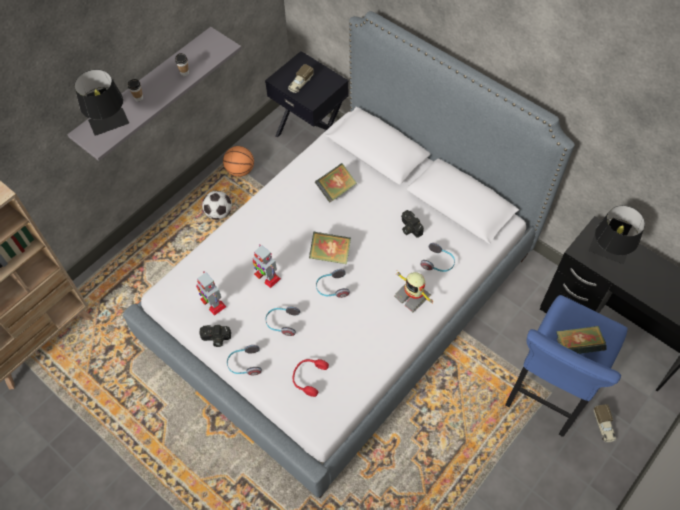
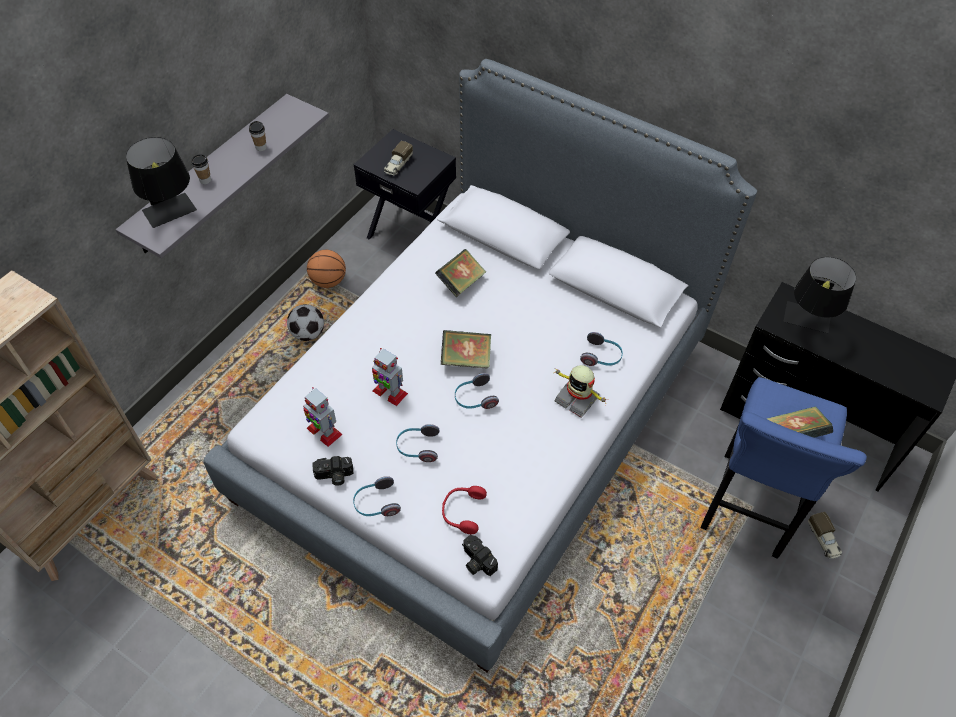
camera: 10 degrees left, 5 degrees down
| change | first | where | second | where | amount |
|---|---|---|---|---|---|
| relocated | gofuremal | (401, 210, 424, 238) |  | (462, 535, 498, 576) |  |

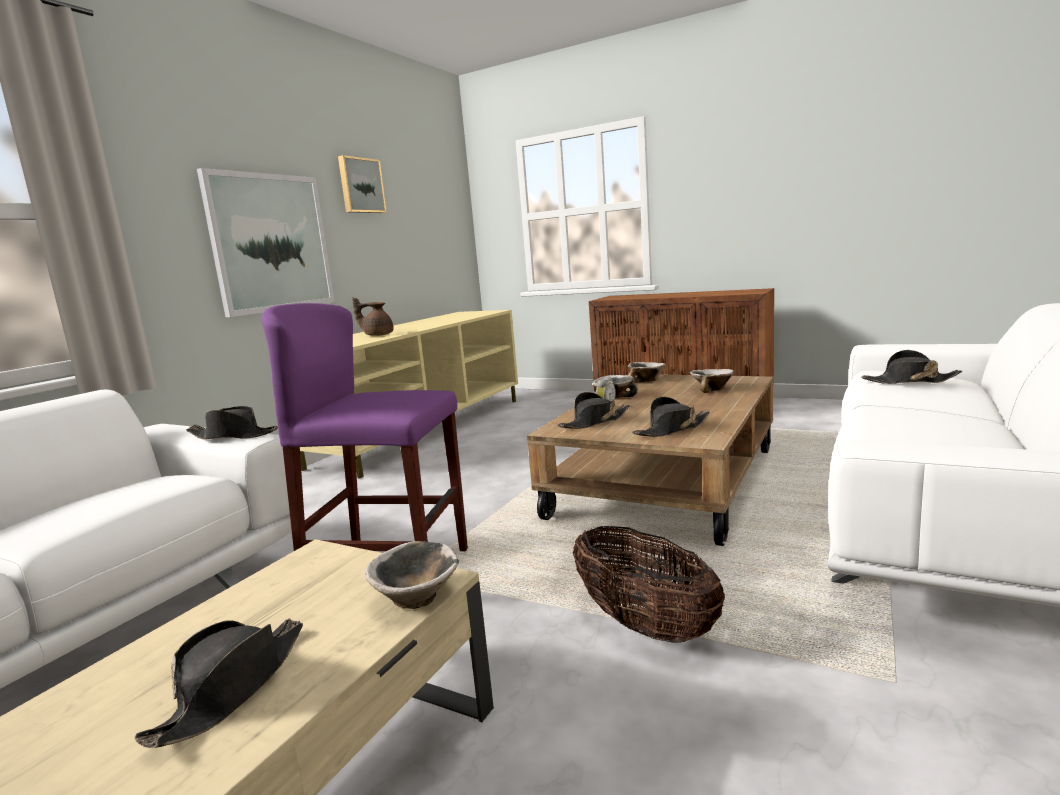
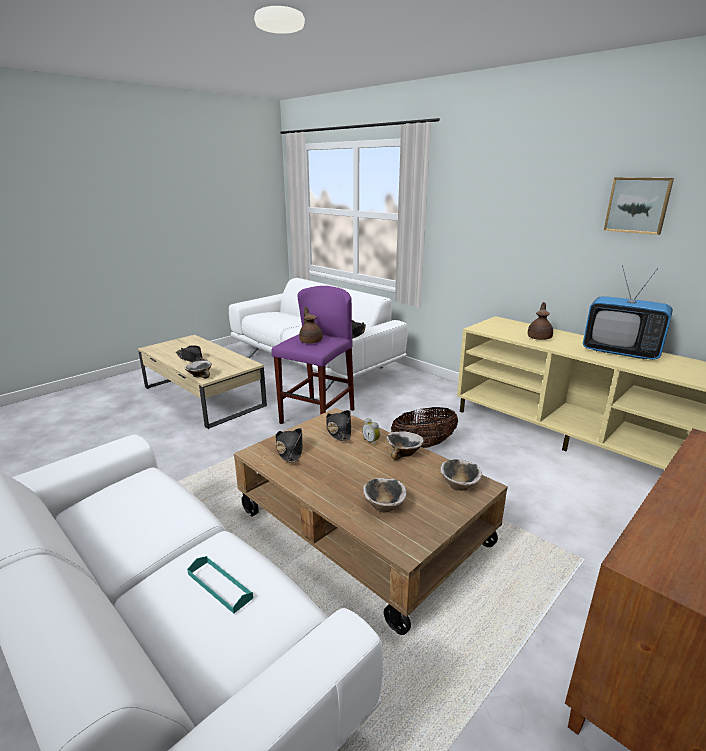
camera: 105 degrees right, 10 degrees up
| change | first | where | second | where | amount |
|---|---|---|---|---|---|
| missing | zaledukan | (197, 168, 335, 317) |  |  |  |
| relocated | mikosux | (573, 526, 725, 643) |  | (391, 407, 458, 448) |  |
| exchanged | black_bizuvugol | (861, 350, 962, 384) | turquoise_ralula | (187, 556, 253, 614) |  |
| appeared |  |  | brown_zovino | (299, 306, 323, 344) |  |
| appeared |  |  | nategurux | (583, 265, 673, 360) |  |

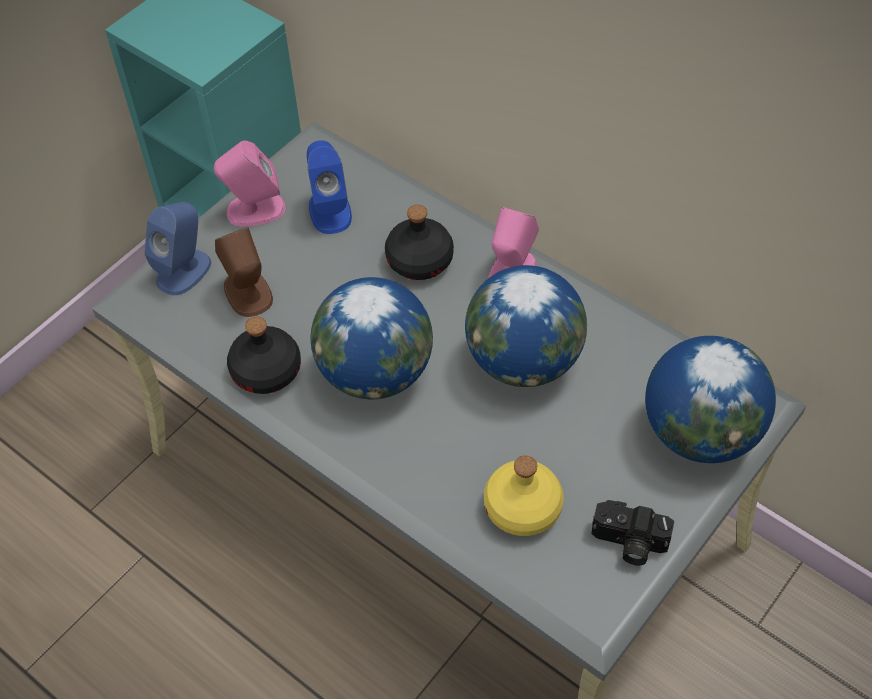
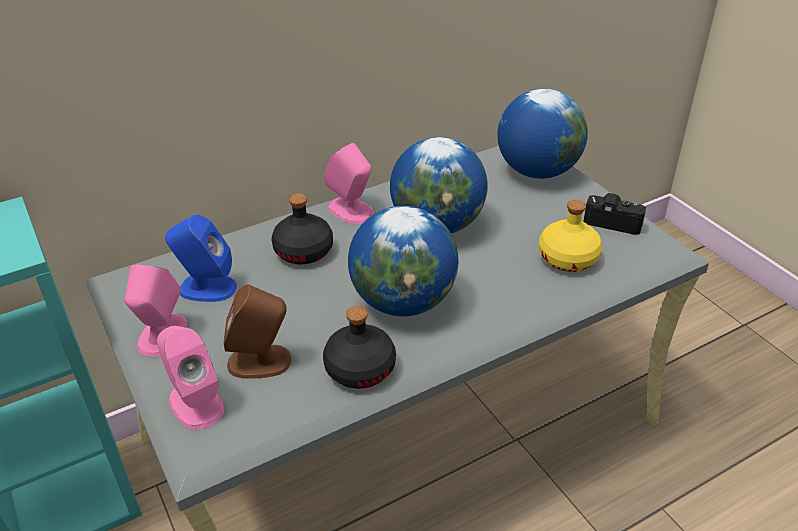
camera: 70 degrees left, 15 degrees down
| change | first | where | second | where | amount |
|---|---|---|---|---|---|
| colour | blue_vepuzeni | (145, 202, 211, 295) | pink_vepuzeni | (157, 326, 224, 430) |  |
| spun | gofuremal | (591, 500, 674, 565) |  | (583, 193, 646, 235) | 105 degrees counterclockwise |

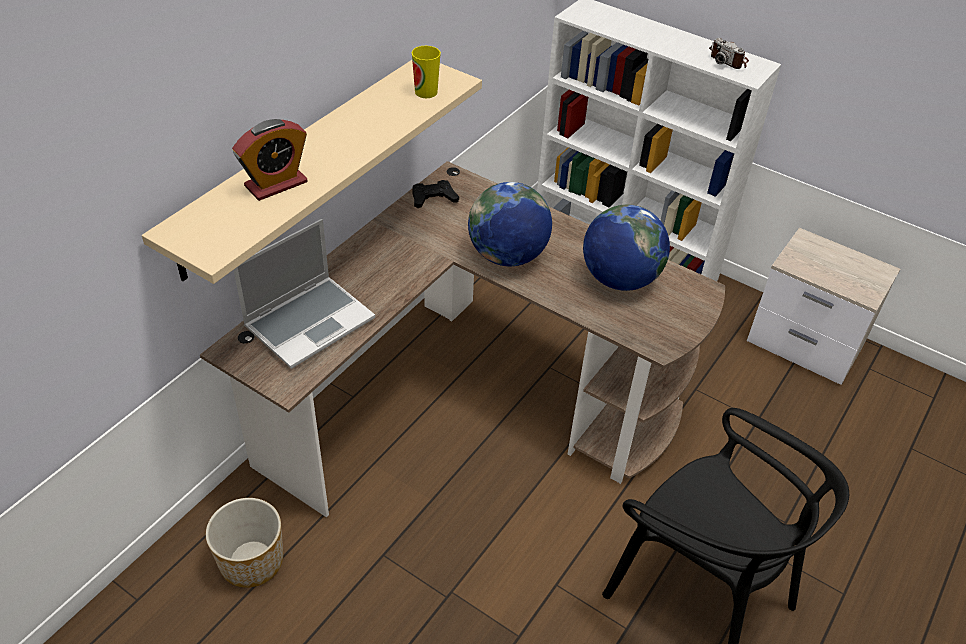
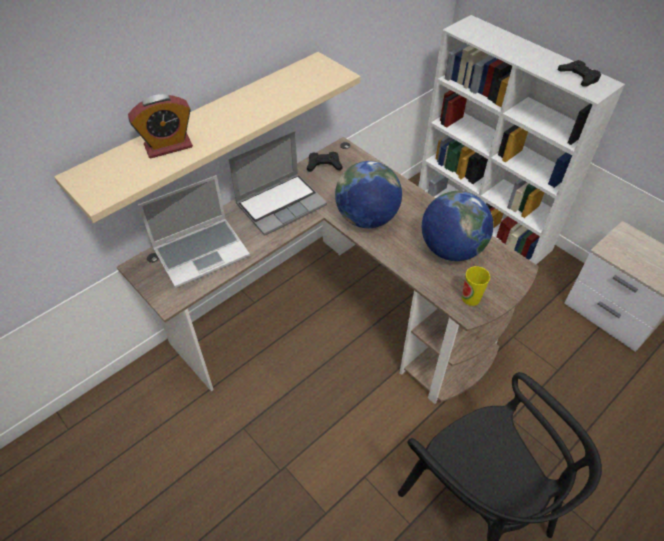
camera: 15 degrees right, 5 degrees up
| change | first | where | second | where | amount |
|---|---|---|---|---|---|
| missing | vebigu | (206, 498, 283, 588) |  |  |  |
| relocated | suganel | (412, 46, 441, 98) |  | (462, 266, 490, 306) |  |
| exchanged | gofuremal | (709, 38, 749, 69) | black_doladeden | (558, 60, 601, 87) |  |
| appeared |  |  | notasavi | (229, 131, 327, 236) |  |

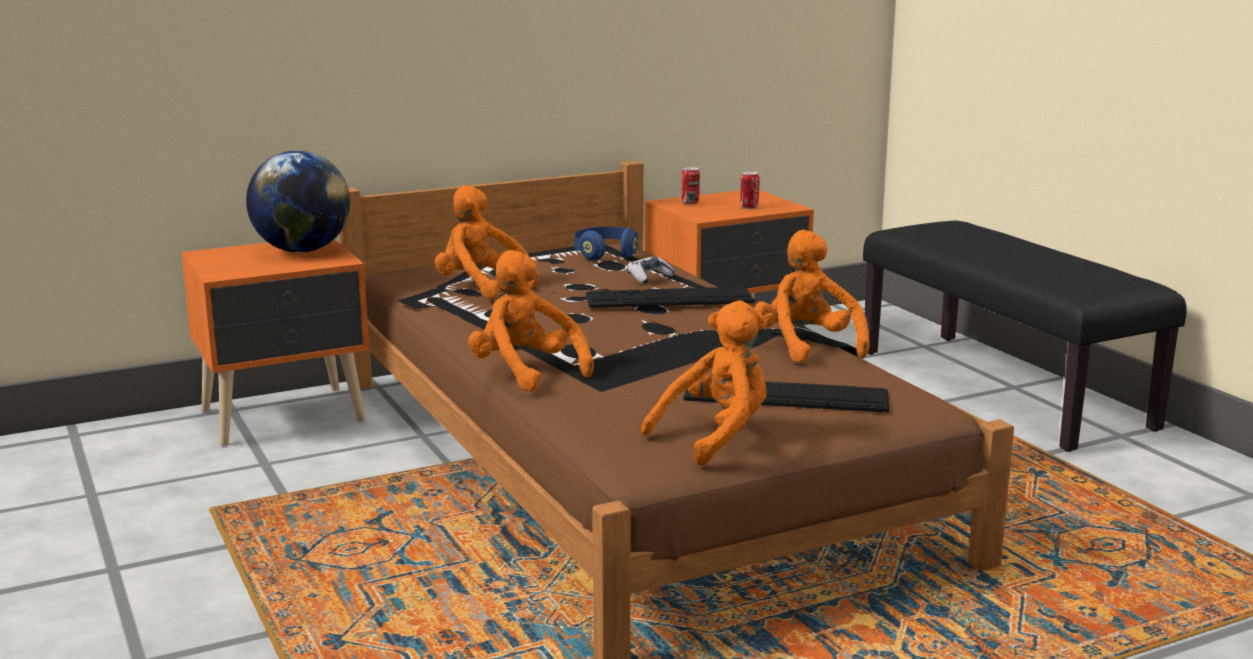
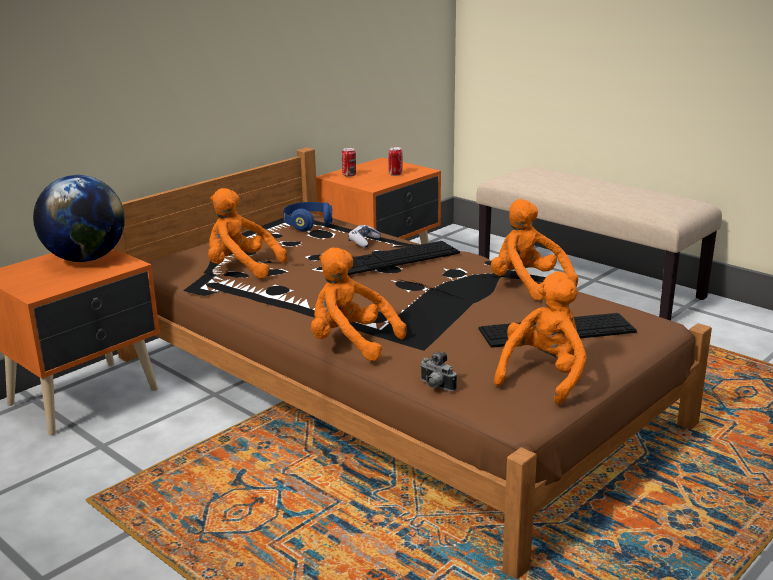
camera: 20 degrees left, 5 degrees up
| change | first | where | second | where | amount |
|---|---|---|---|---|---|
| colour | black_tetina | (863, 220, 1186, 452) | beige_tetina | (476, 167, 722, 321) |  |
| appeared |  |  | gofuremal | (420, 351, 457, 391) |  |

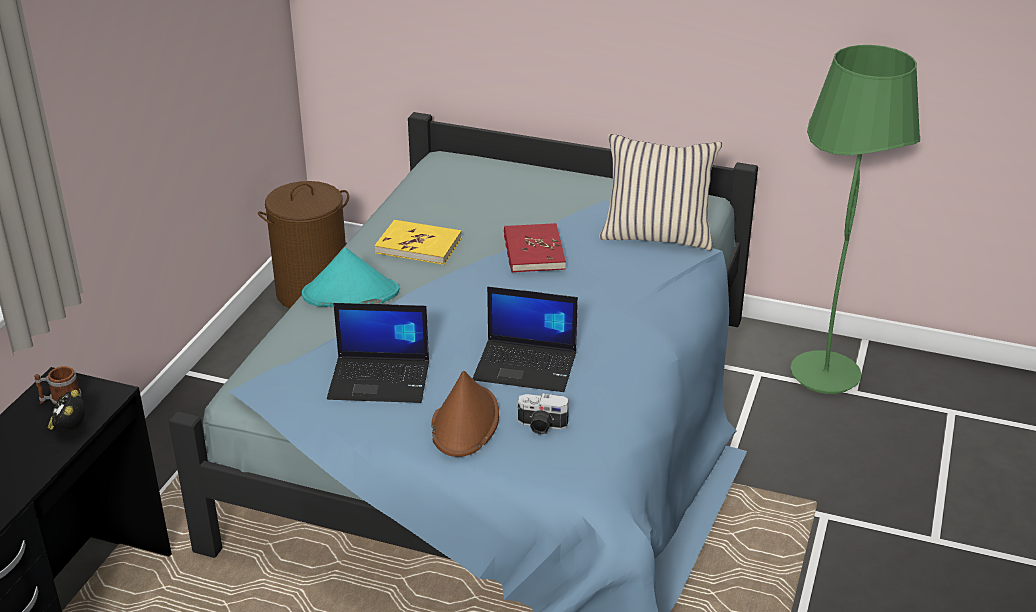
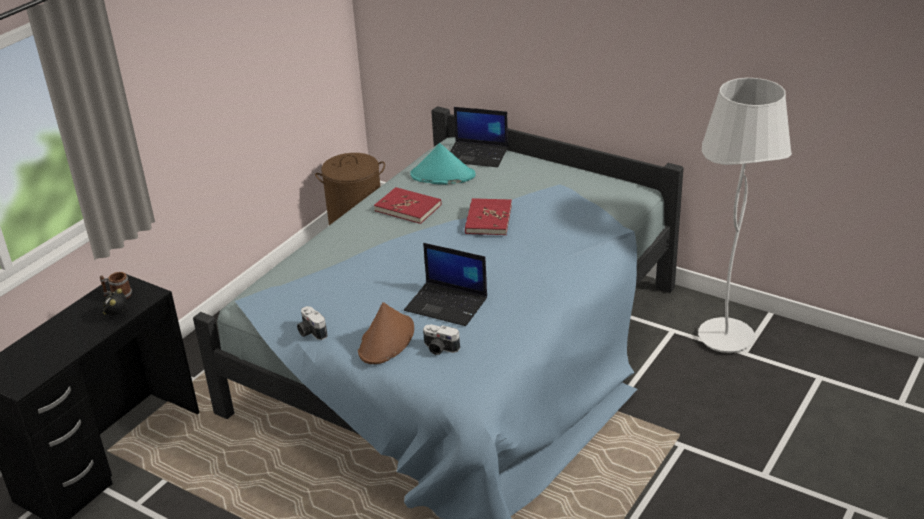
camera: 15 degrees right, 0 degrees up
| change | first | where | second | where | amount |
|---|---|---|---|---|---|
| relocated | turquoise_bizuvugol | (302, 248, 399, 307) |  | (410, 143, 475, 185) |  |
| relocated | notasavi | (327, 303, 429, 403) |  | (450, 107, 508, 167) |  |
| colour | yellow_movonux | (375, 220, 462, 265) | red_movonux | (374, 187, 441, 224) |  |
| missing | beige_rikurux | (599, 134, 722, 251) |  |  |  |
| colour | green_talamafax | (790, 45, 920, 394) | white_talamafax | (698, 78, 792, 353) |  |
| appeared |  |  | gofuremal | (297, 306, 328, 340) |  |

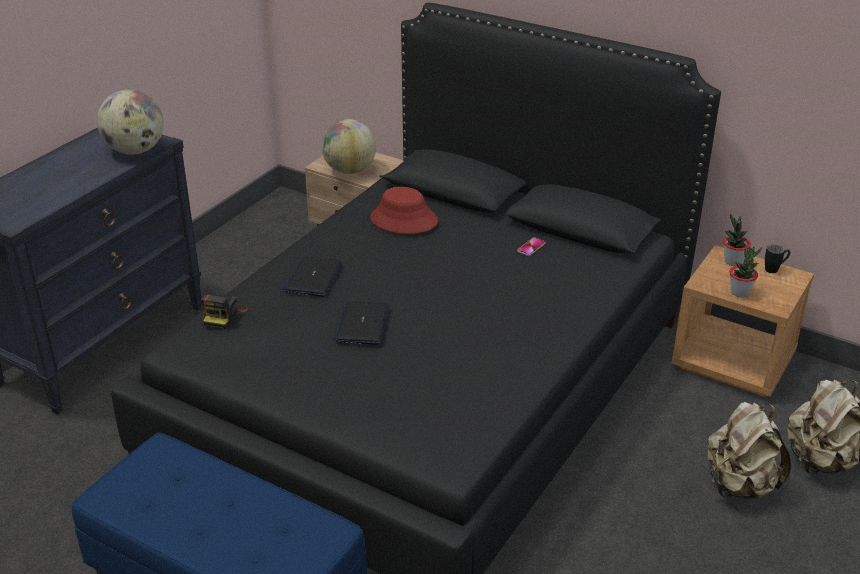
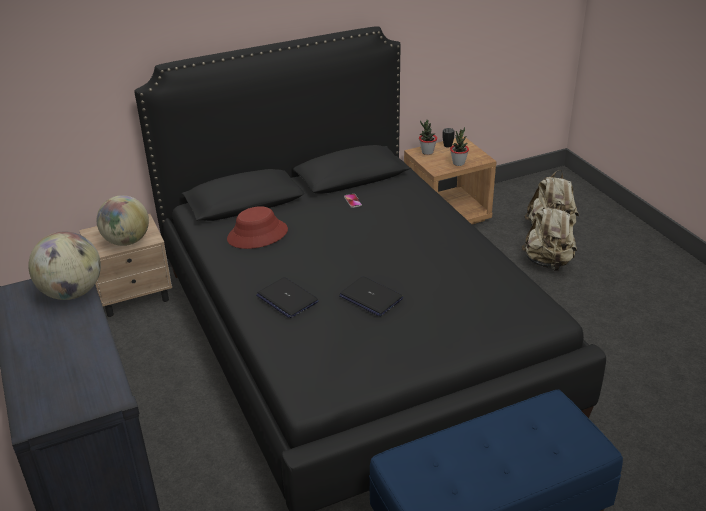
camera: 55 degrees left, 0 degrees up
| change | first | where | second | where | amount |
|---|---|---|---|---|---|
| missing | gofuremal | (202, 294, 248, 329) |  |  |  |

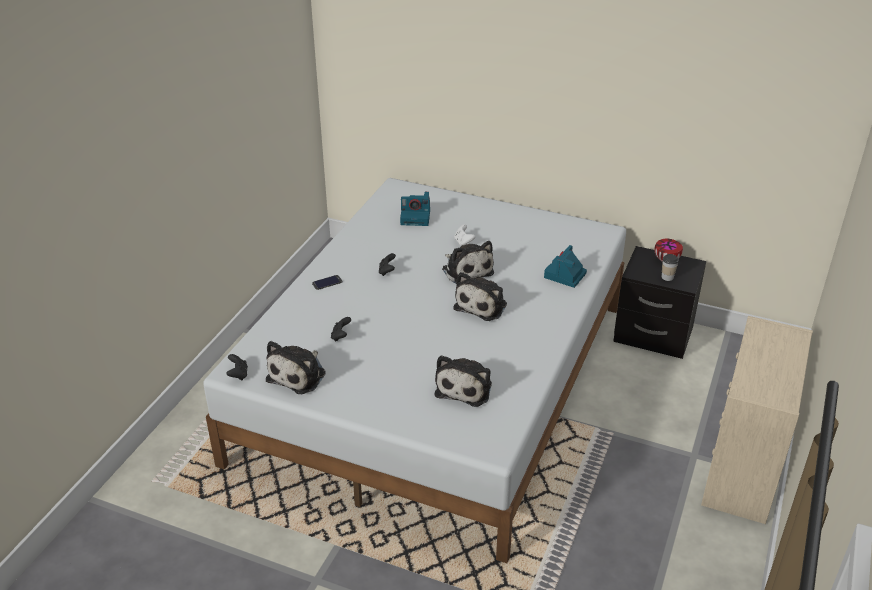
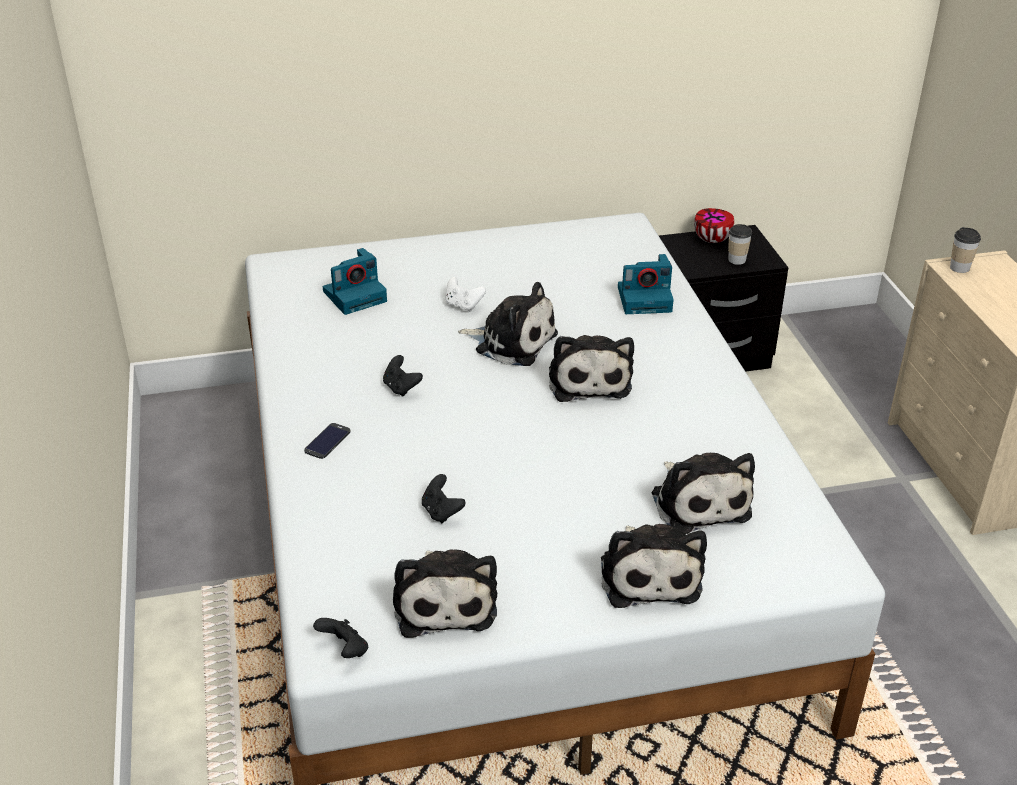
camera: 35 degrees left, 0 degrees up
| change | first | where | second | where | amount |
|---|---|---|---|---|---|
| spun | gofuremal | (544, 245, 587, 288) |  | (618, 254, 674, 314) | 90 degrees counterclockwise |
| appeared |  |  | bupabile | (601, 524, 707, 608) |  |
| appeared |  |  | suganel | (950, 227, 981, 273) |  |

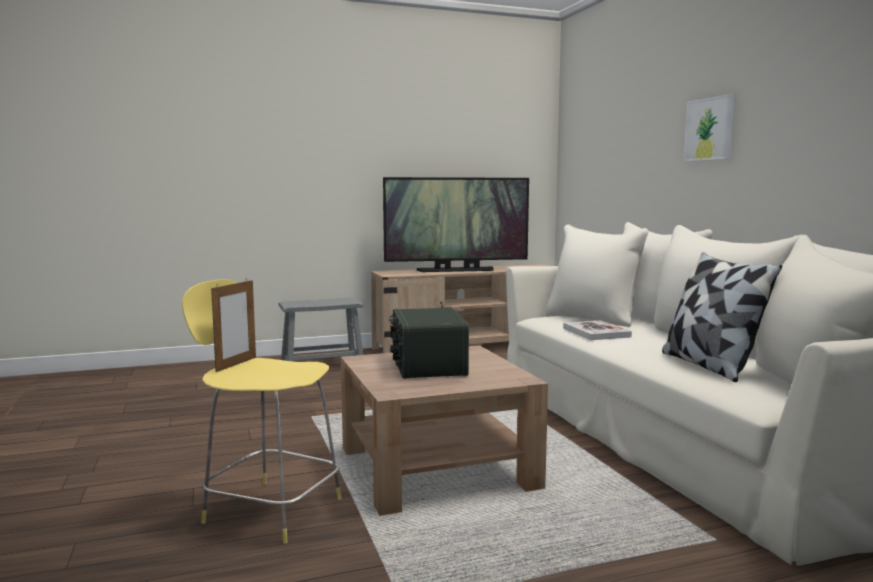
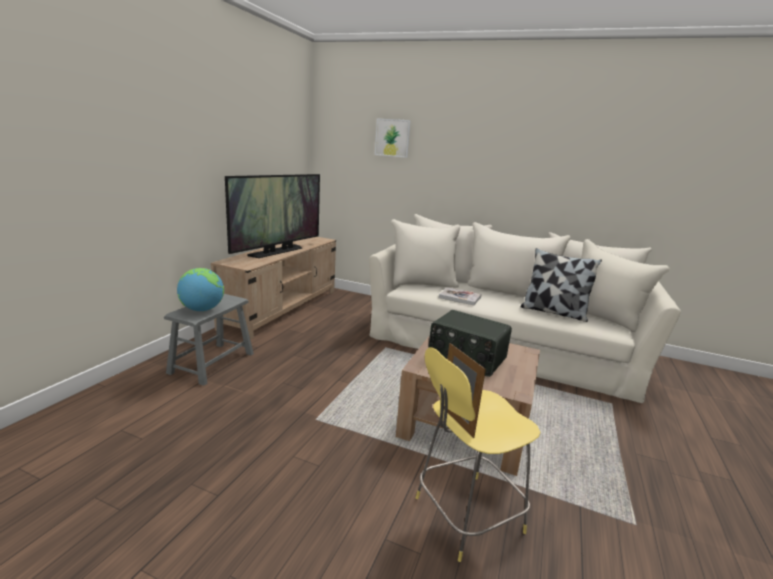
camera: 50 degrees left, 10 degrees up
| change | first | where | second | where | amount |
|---|---|---|---|---|---|
| relocated | zaledukan | (684, 94, 734, 162) |  | (375, 118, 411, 158) |  |
| appeared |  |  | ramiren | (177, 268, 224, 311) |  |

